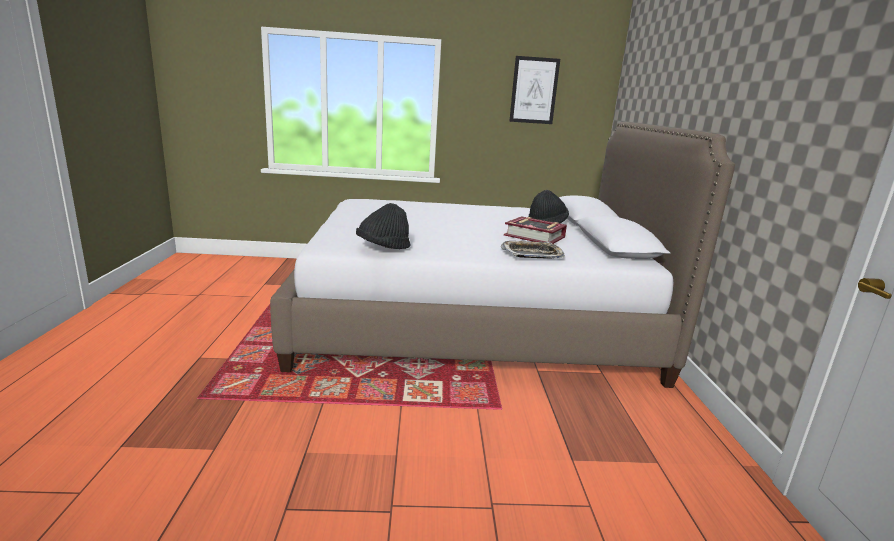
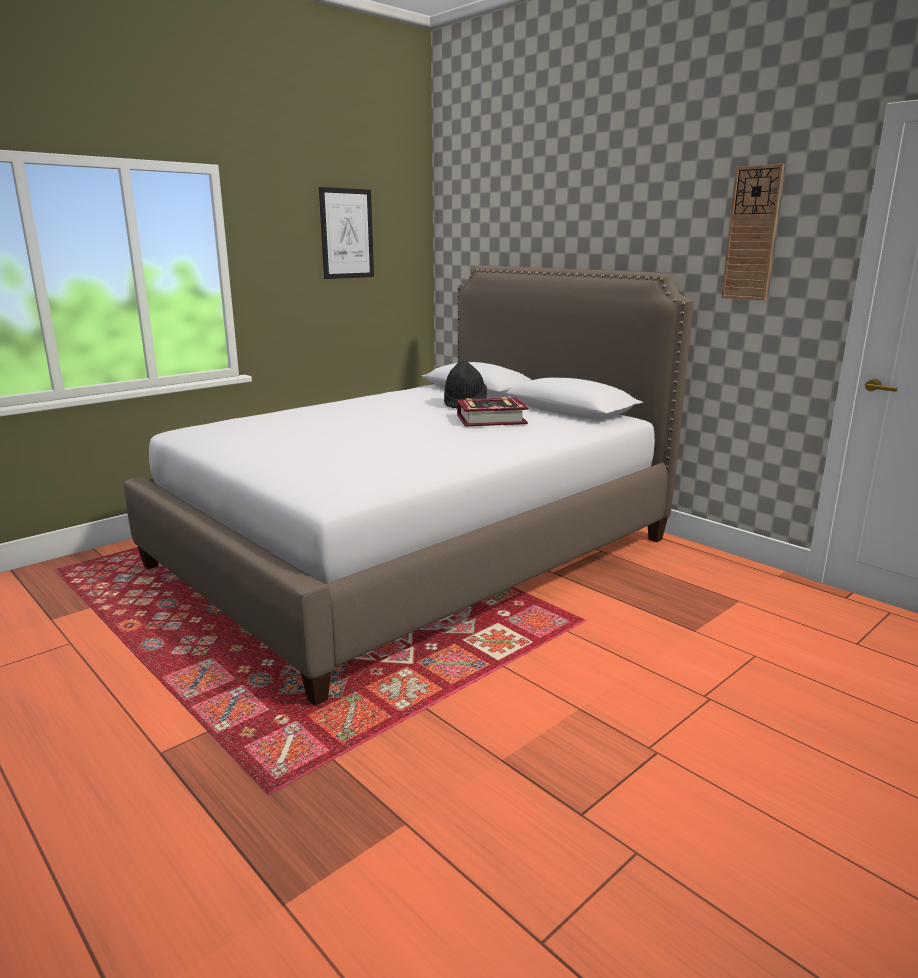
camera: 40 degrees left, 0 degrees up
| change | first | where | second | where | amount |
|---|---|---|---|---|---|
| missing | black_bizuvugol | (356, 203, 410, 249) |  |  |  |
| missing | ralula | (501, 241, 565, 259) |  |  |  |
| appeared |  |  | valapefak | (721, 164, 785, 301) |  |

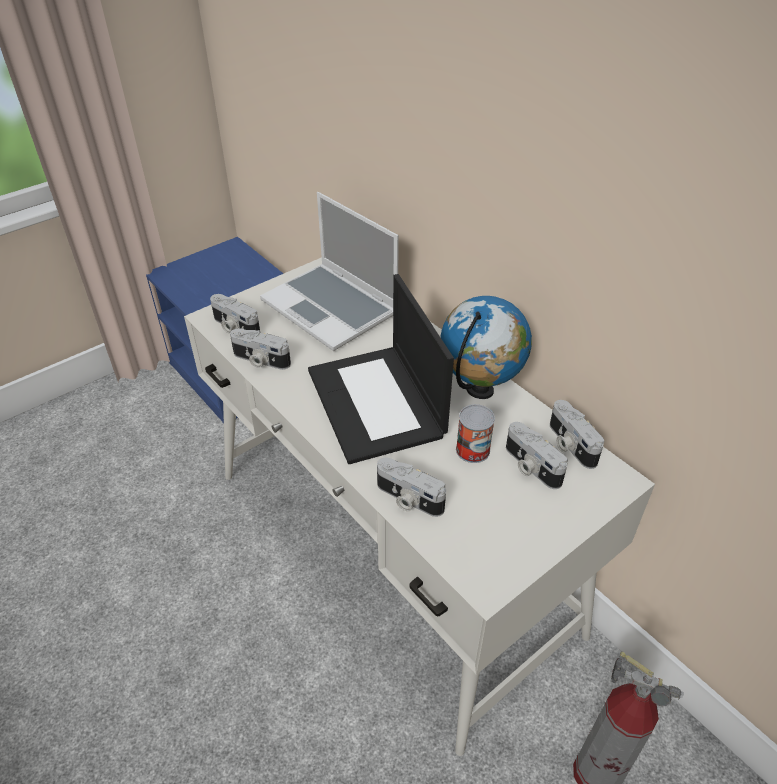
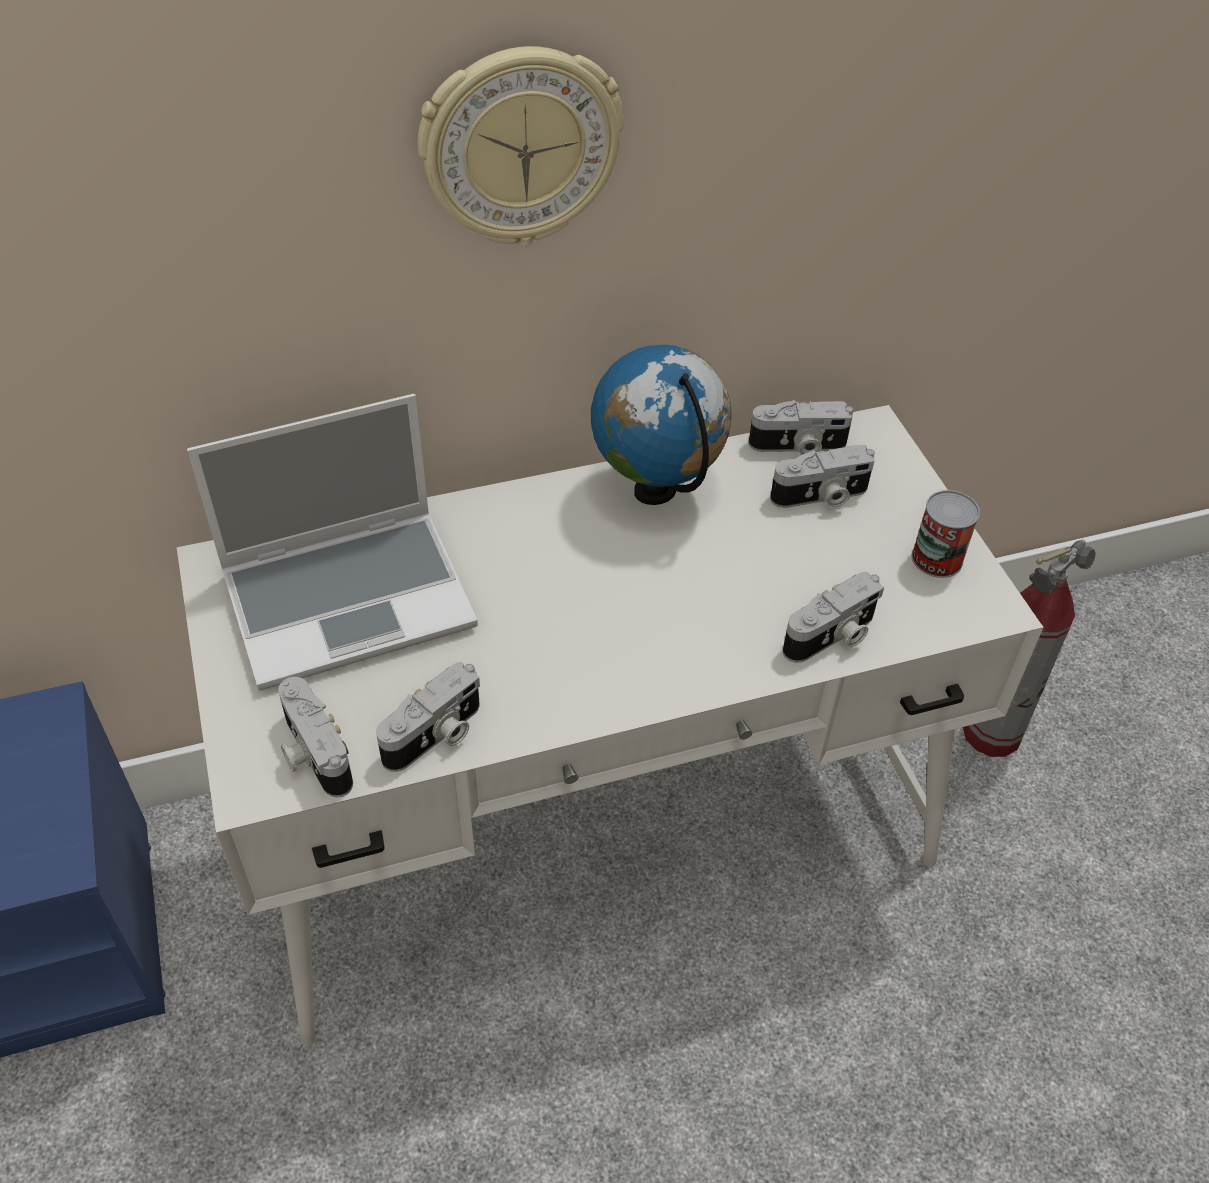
camera: 70 degrees left, 5 degrees up
| change | first | where | second | where | amount |
|---|---|---|---|---|---|
| spun | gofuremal | (210, 294, 260, 333) |  | (278, 677, 353, 798) | 90 degrees clockwise |
| missing | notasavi | (308, 274, 454, 464) |  |  |  |
| relocated | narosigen | (456, 404, 495, 463) |  | (912, 490, 980, 578) |  |
| appeared |  |  | valapefak | (418, 46, 624, 246) |  |

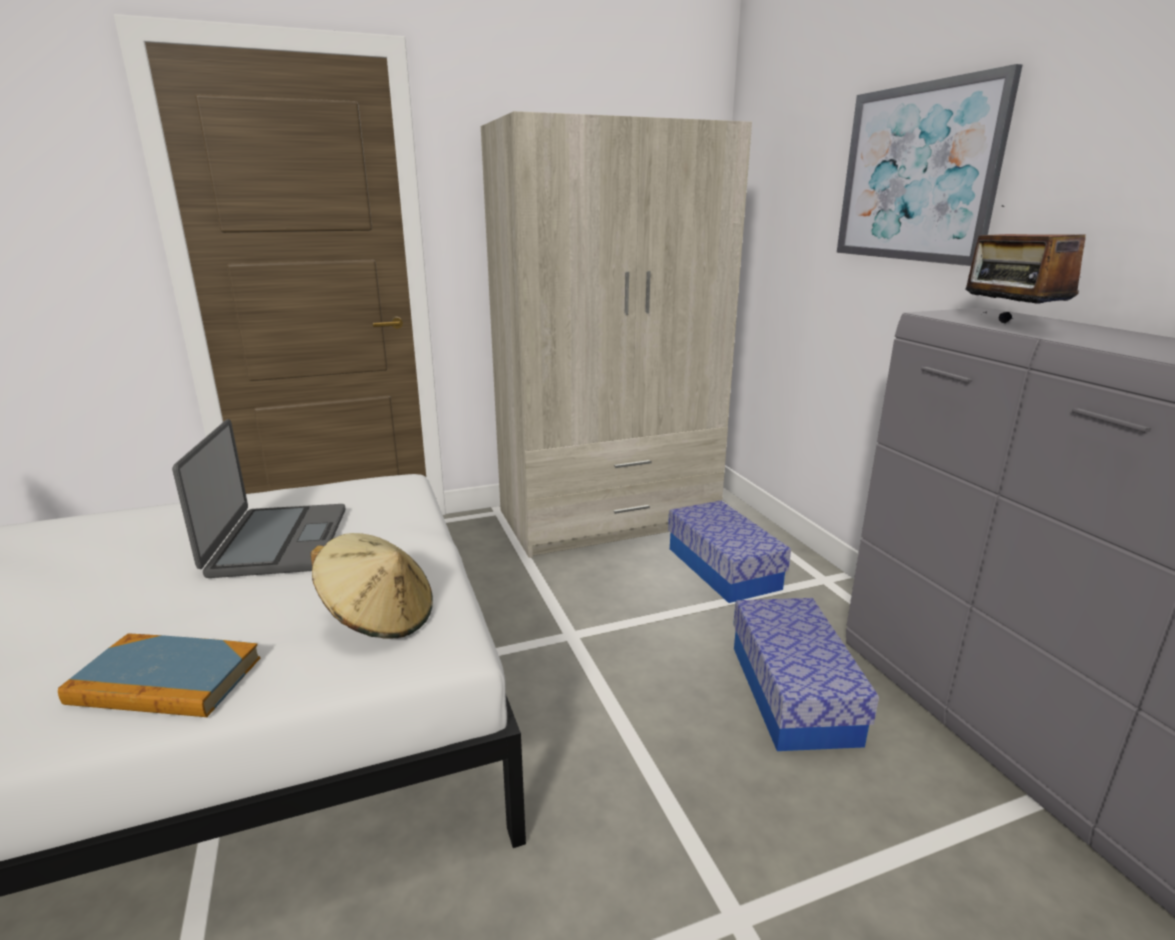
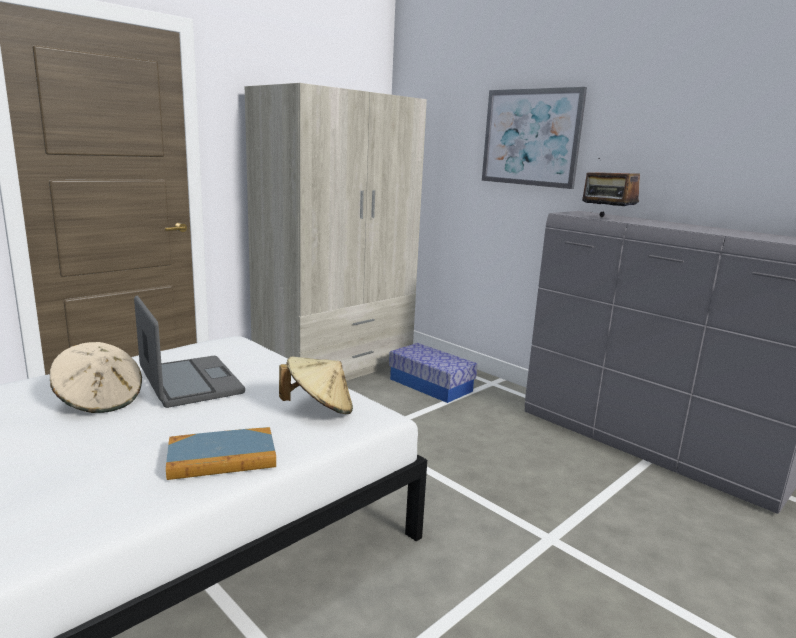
camera: 25 degrees left, 5 degrees down
| change | first | where | second | where | amount |
|---|---|---|---|---|---|
| missing | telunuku | (733, 598, 879, 751) |  |  |  |
| appeared |  |  | beige_bizuvugol | (50, 342, 142, 413) |  |

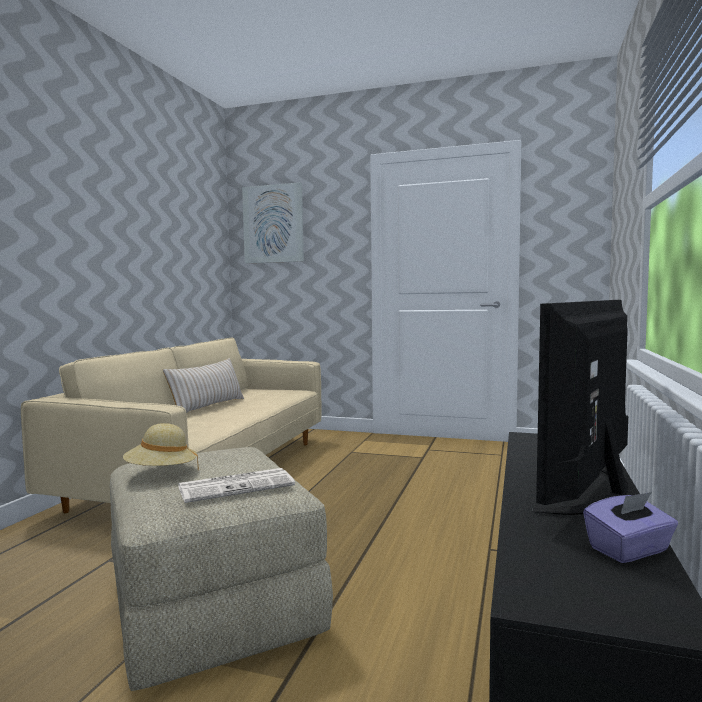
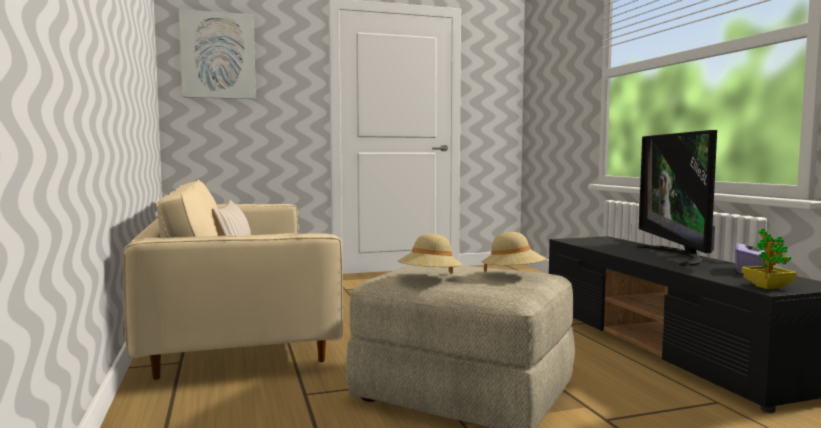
camera: 35 degrees left, 0 degrees up
| change | first | where | second | where | amount |
|---|---|---|---|---|---|
| exchanged | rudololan | (178, 468, 295, 503) | beige_bizuvugol | (482, 232, 546, 272) |  |
| appeared |  |  | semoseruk | (742, 228, 797, 289) |  |

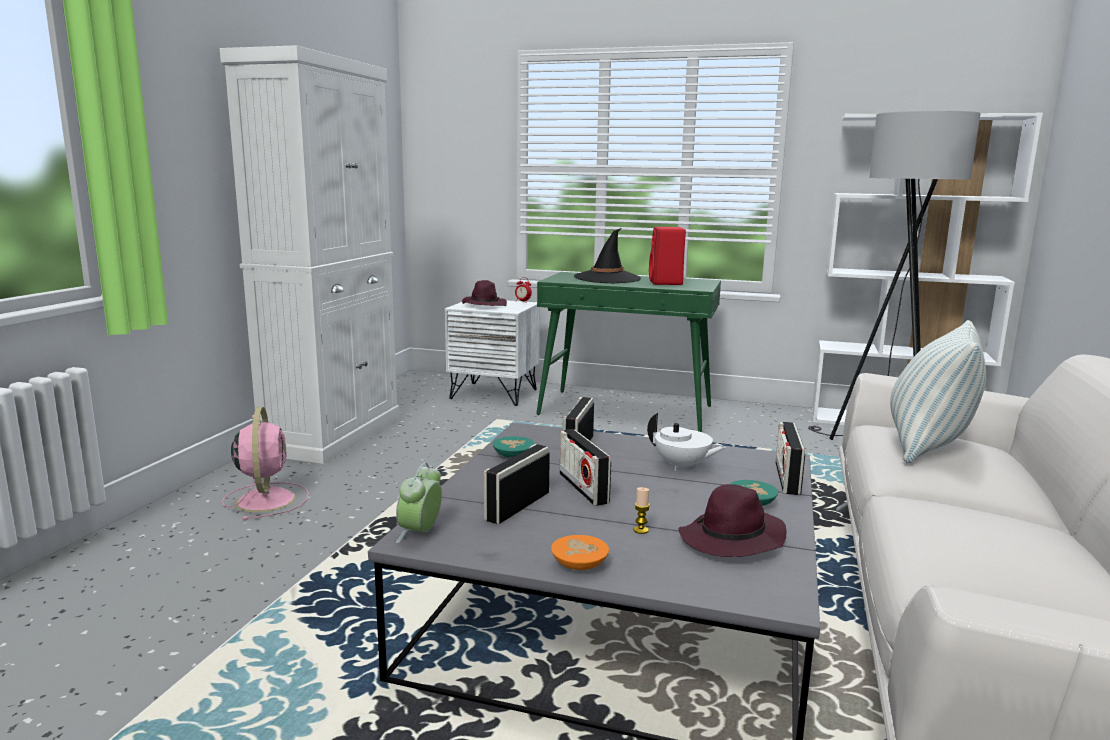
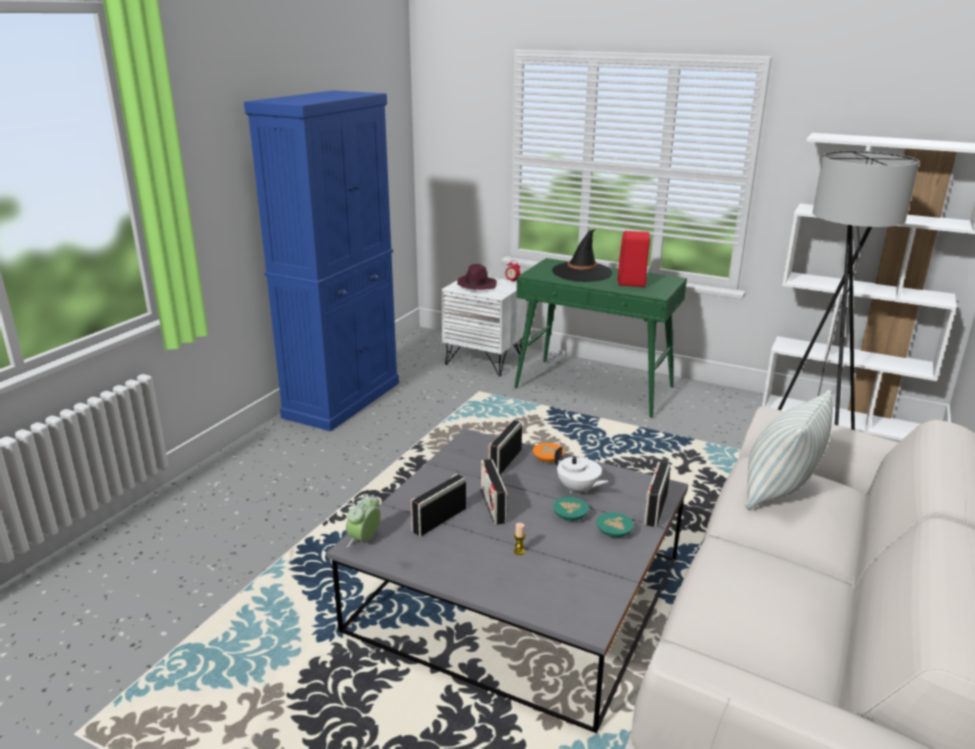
camera: 10 degrees right, 10 degrees up
| change | first | where | second | where | amount |
|---|---|---|---|---|---|
| colour | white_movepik | (220, 45, 399, 464) | blue_movepik | (244, 90, 399, 431) |  |
| missing | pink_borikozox | (222, 407, 309, 520) |  |  |  |
| relocated | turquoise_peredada | (493, 436, 535, 458) |  | (553, 497, 589, 521) |  |
| relocated | orange_peredada | (551, 535, 609, 570) |  | (533, 443, 564, 462) |  |
| missing | purple_bizuvugol | (678, 484, 787, 557) |  |  |  |

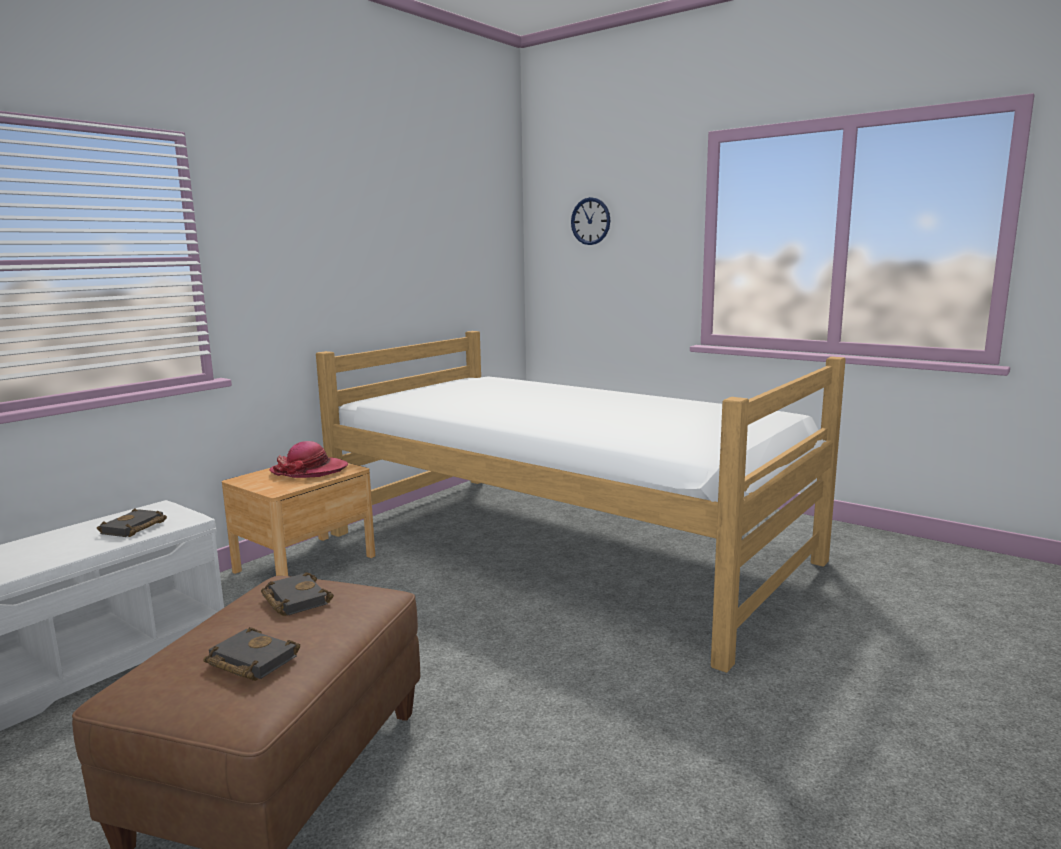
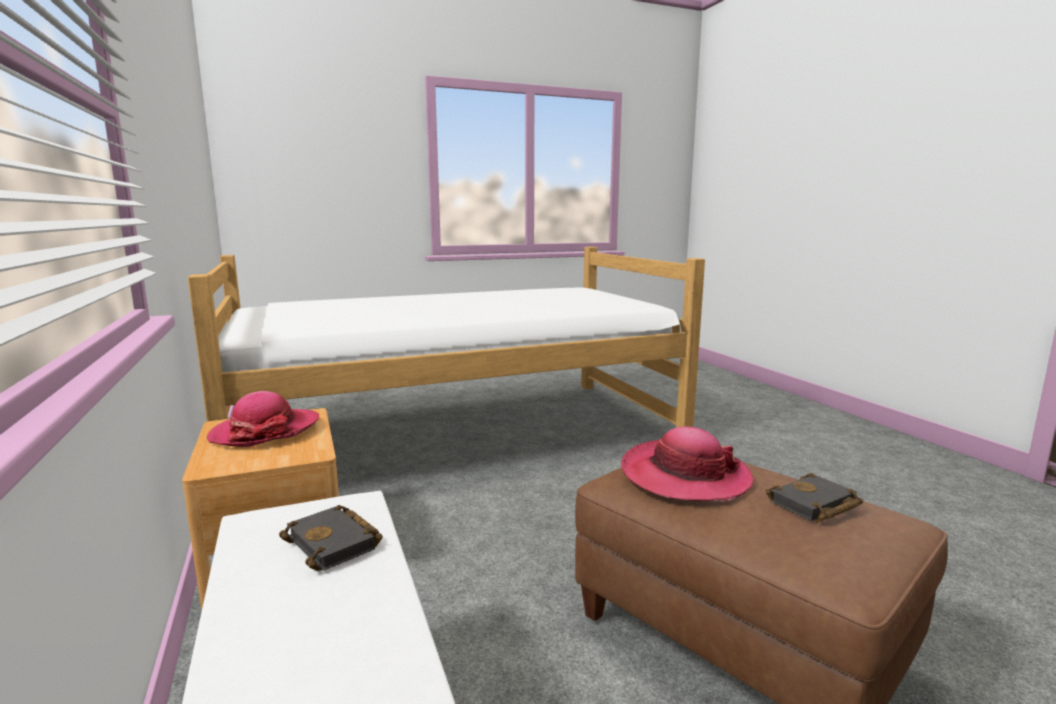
camera: 60 degrees left, 0 degrees up
| change | first | where | second | where | amount |
|---|---|---|---|---|---|
| exchanged | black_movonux | (261, 572, 334, 616) | bizuvugol | (621, 427, 754, 501) |  |
| missing | valapefak | (571, 197, 610, 245) |  |  |  |

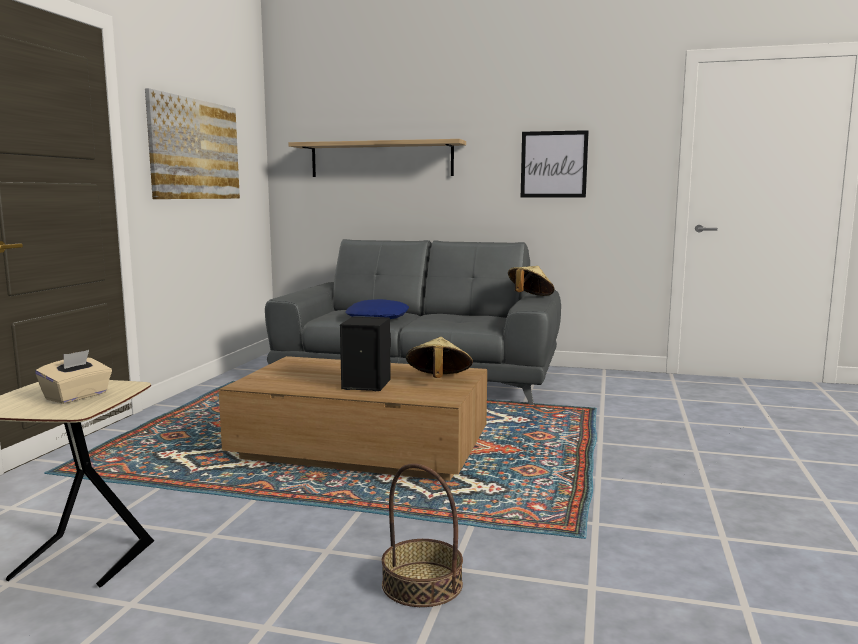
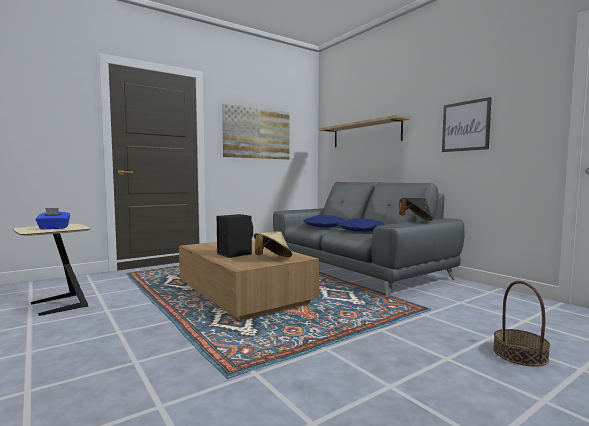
camera: 40 degrees right, 5 degrees down
| change | first | where | second | where | amount |
|---|---|---|---|---|---|
| colour | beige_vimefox | (35, 350, 112, 404) | blue_vimefox | (36, 208, 70, 229) |  |
| relocated | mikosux | (382, 463, 463, 607) |  | (493, 281, 550, 367) |  |
| colour | beige_bizuvugol | (508, 266, 555, 296) | black_bizuvugol | (399, 198, 433, 221) |  |
| appeared |  |  | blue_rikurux | (338, 218, 385, 232) |  |

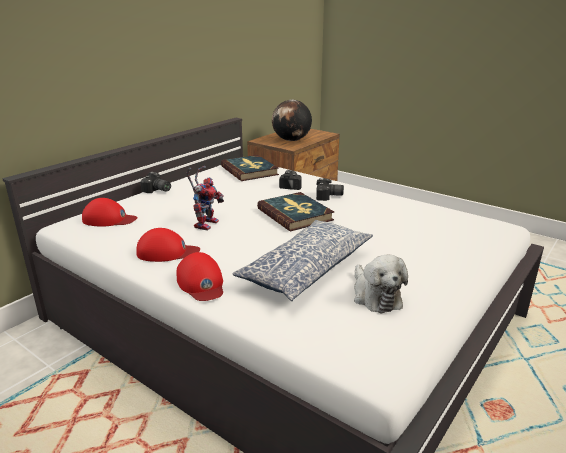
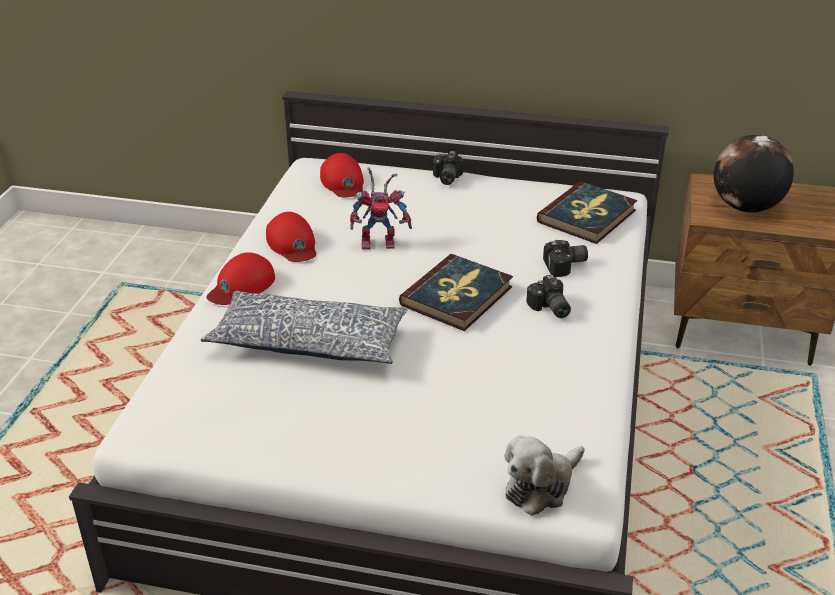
camera: 65 degrees right, 10 degrees up
| change | first | where | second | where | amount |
|---|---|---|---|---|---|
| relocated | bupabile | (354, 255, 408, 313) |  | (505, 436, 584, 516) |  |

